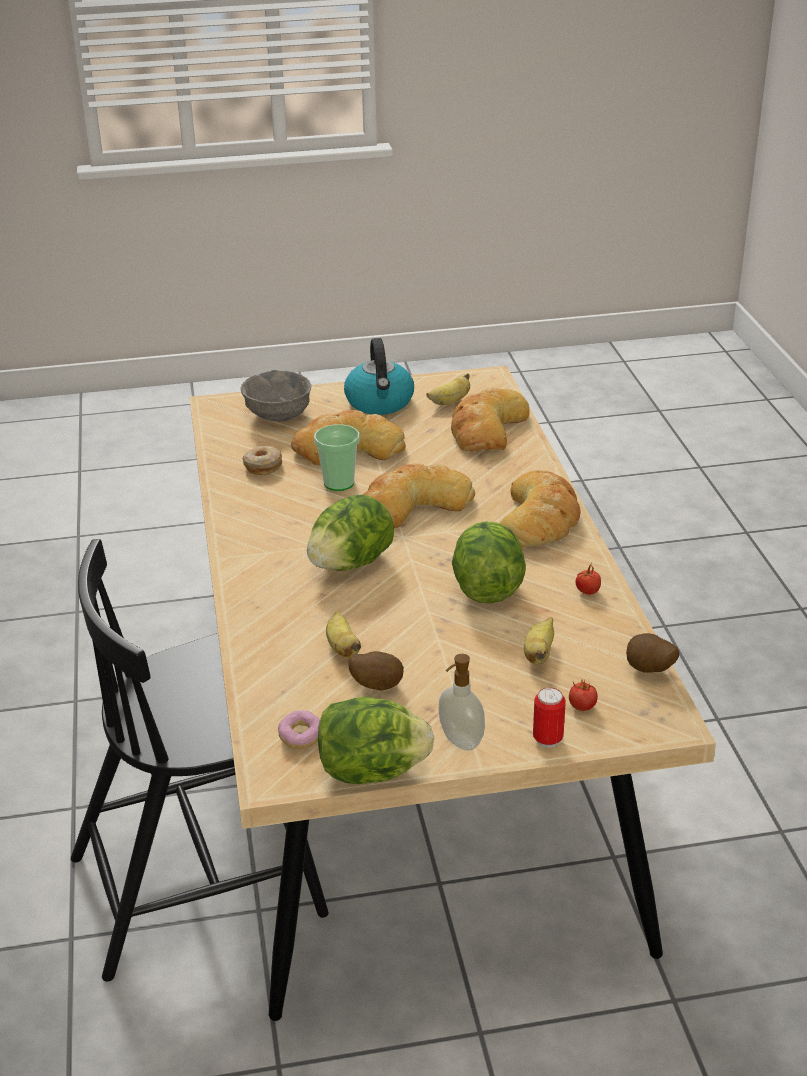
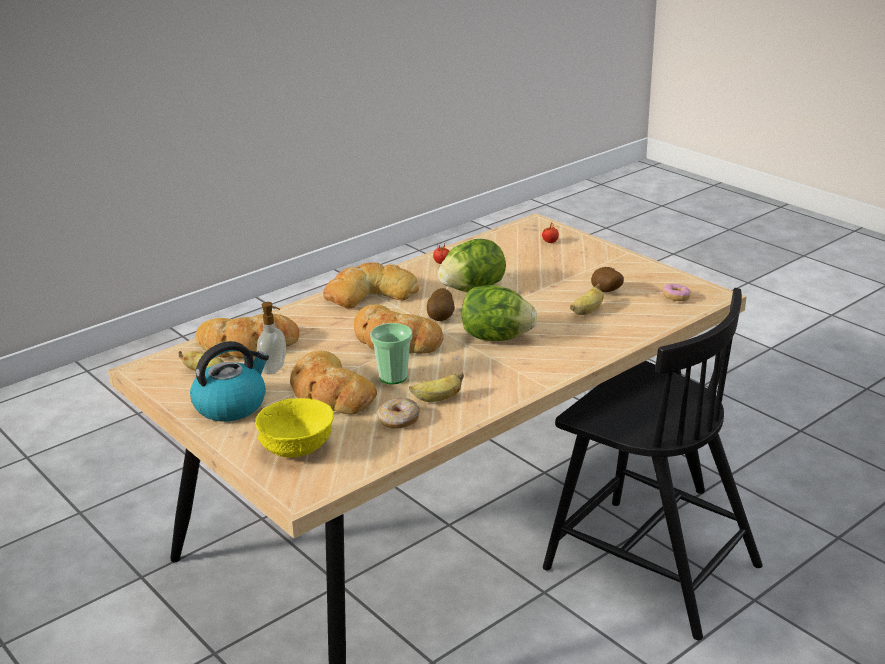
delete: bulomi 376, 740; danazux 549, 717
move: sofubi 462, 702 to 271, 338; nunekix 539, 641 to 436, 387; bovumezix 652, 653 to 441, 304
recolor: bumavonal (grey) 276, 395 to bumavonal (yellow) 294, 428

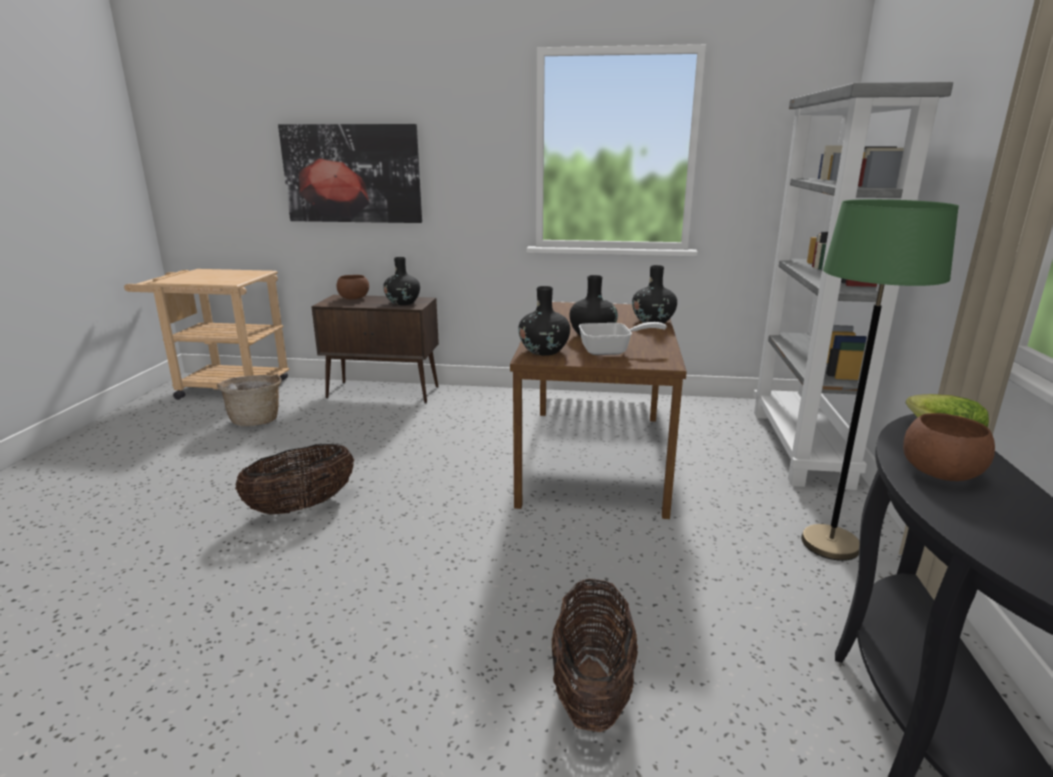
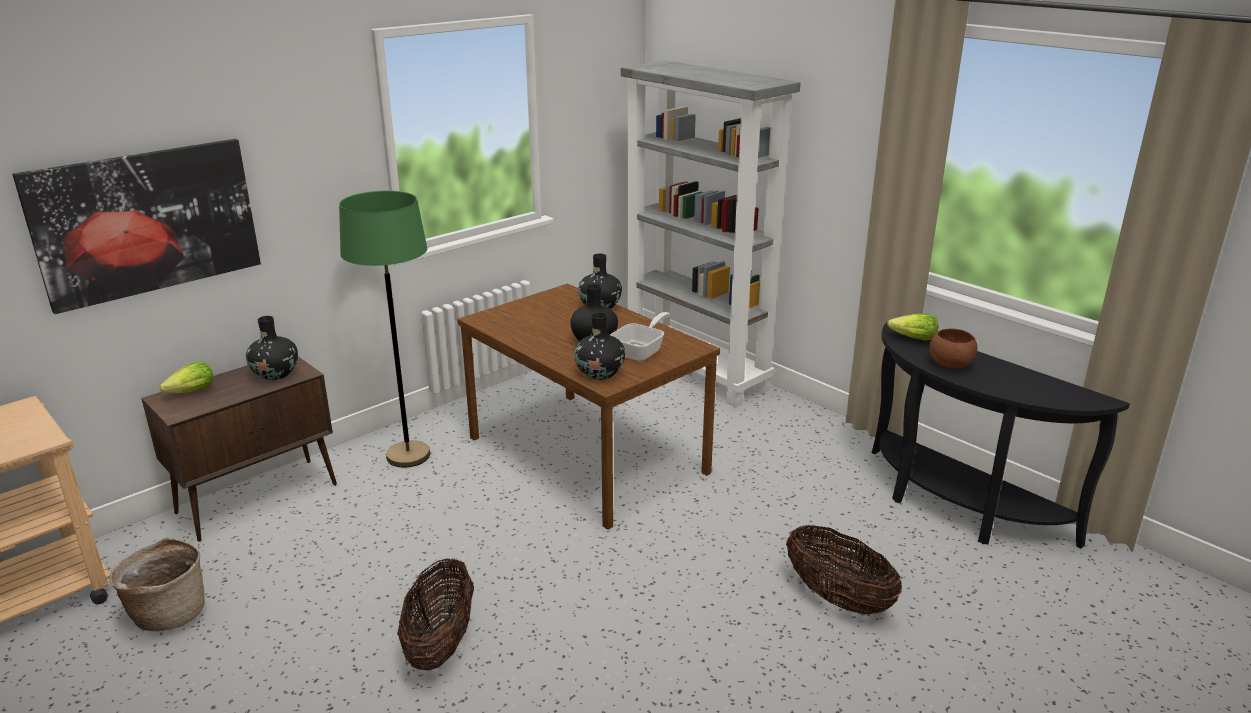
move: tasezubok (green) 880, 380 to 384, 328
replace: bumavonal (brown) 353, 287 to bulomi 186, 377

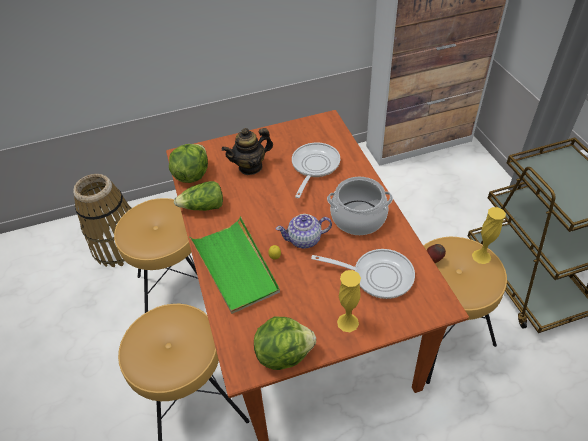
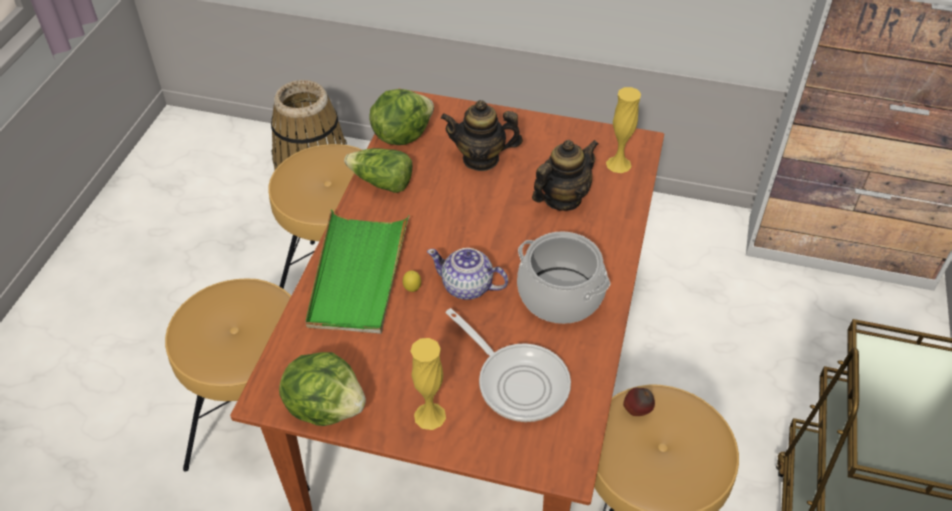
move: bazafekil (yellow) 489, 235 to 623, 130
replace: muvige 316, 170 to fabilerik 565, 175

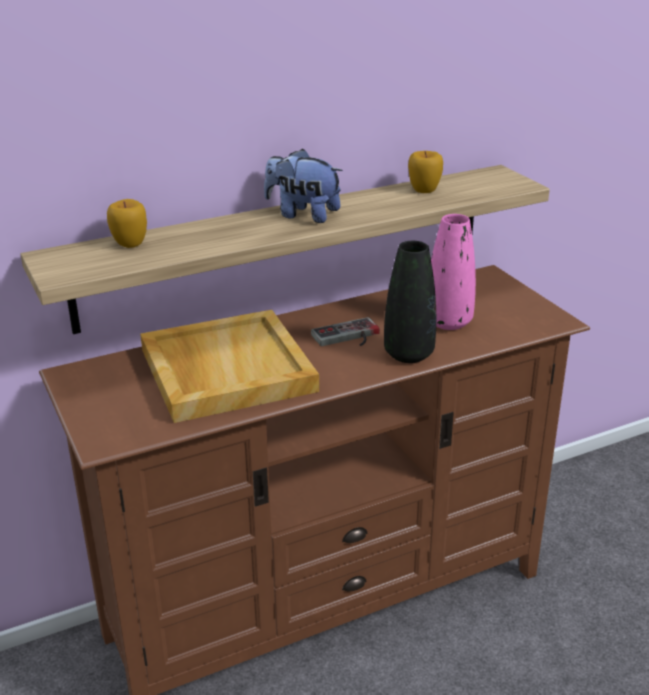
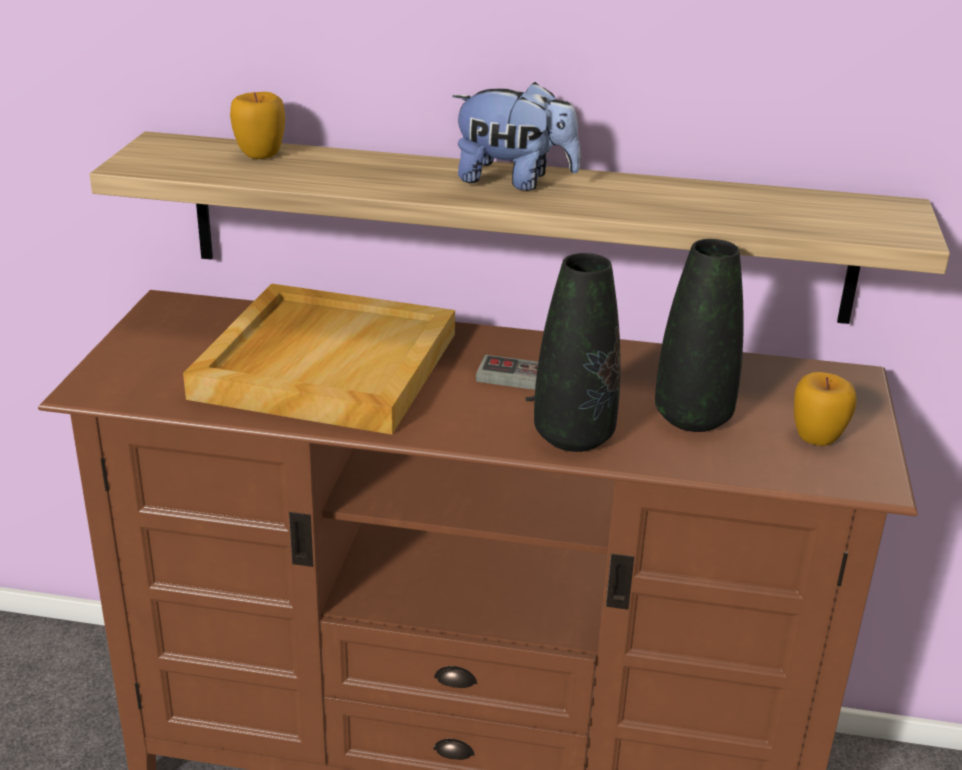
move: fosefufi 425, 172 to 825, 409
recolor: bazafekil (pink) 453, 272 to bazafekil (black) 699, 335
rotate: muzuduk 303, 186 = 516, 136 135 degrees clockwise

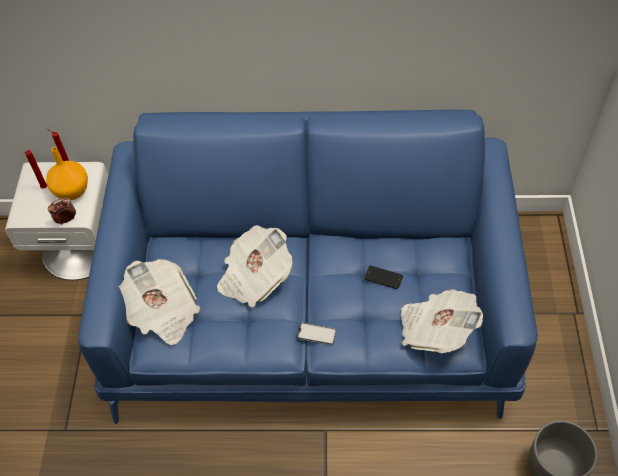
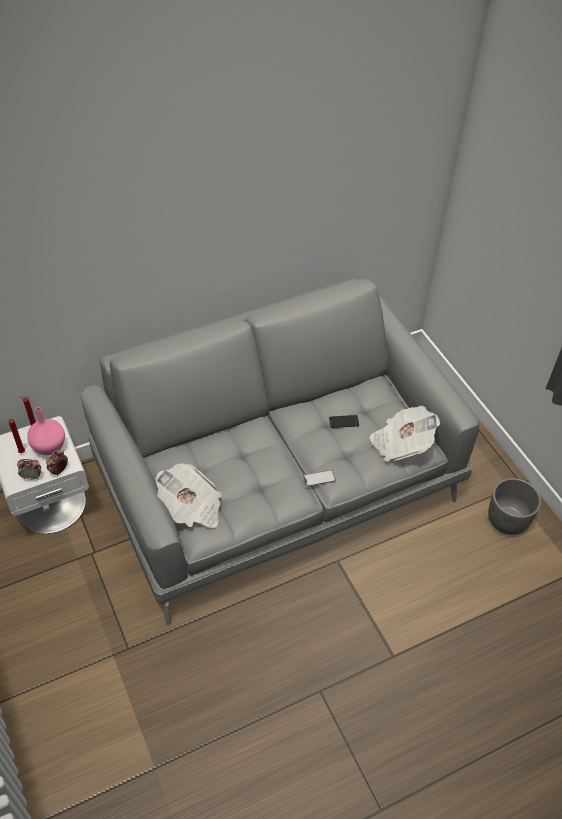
delete: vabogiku 254, 266
insert: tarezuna 29, 469
recolor: bazafekil (orange) 67, 173 to bazafekil (pink) 46, 431; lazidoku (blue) 308, 267 to lazidoku (grey) 279, 452

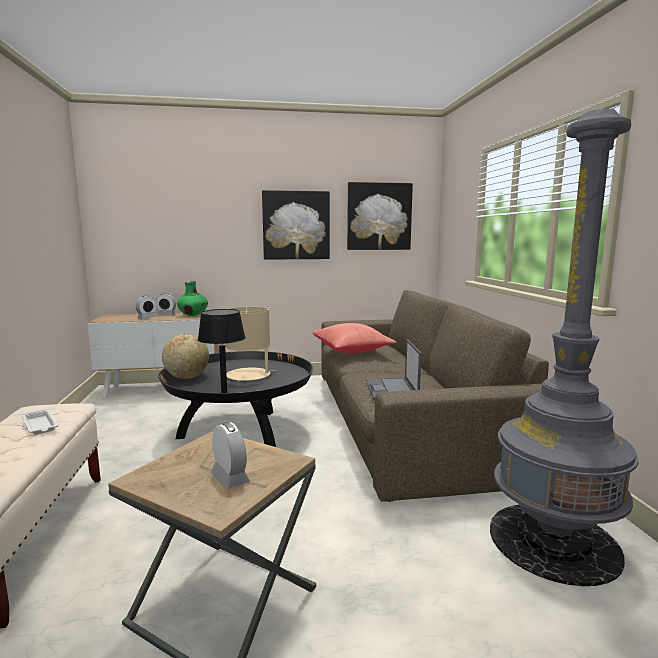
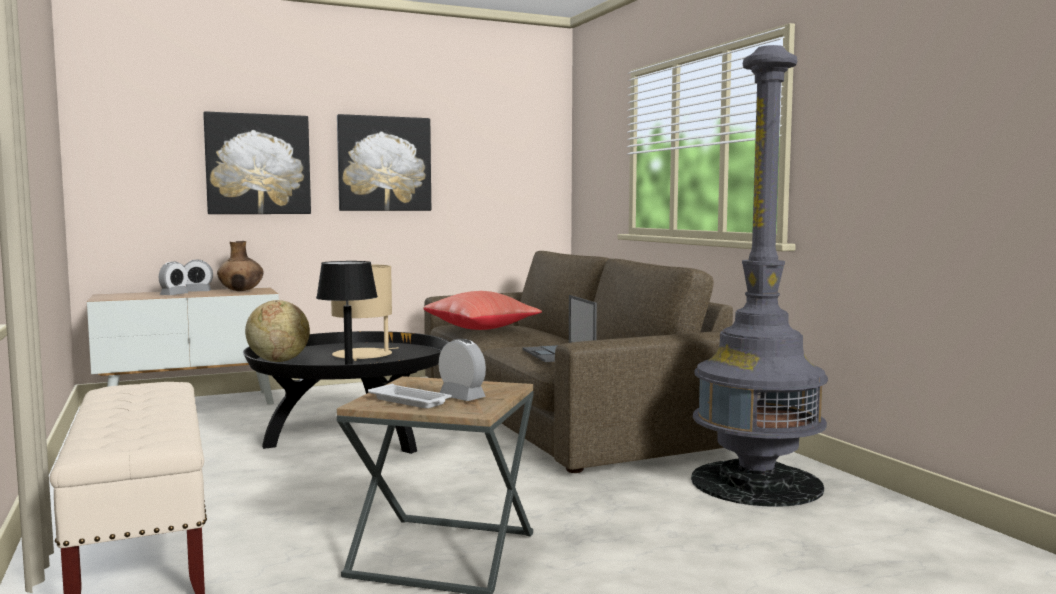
move: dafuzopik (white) 40, 422 to 410, 396; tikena 380, 216 to 257, 162
recolor: bazafekil (green) 192, 298 to bazafekil (brown) 240, 266

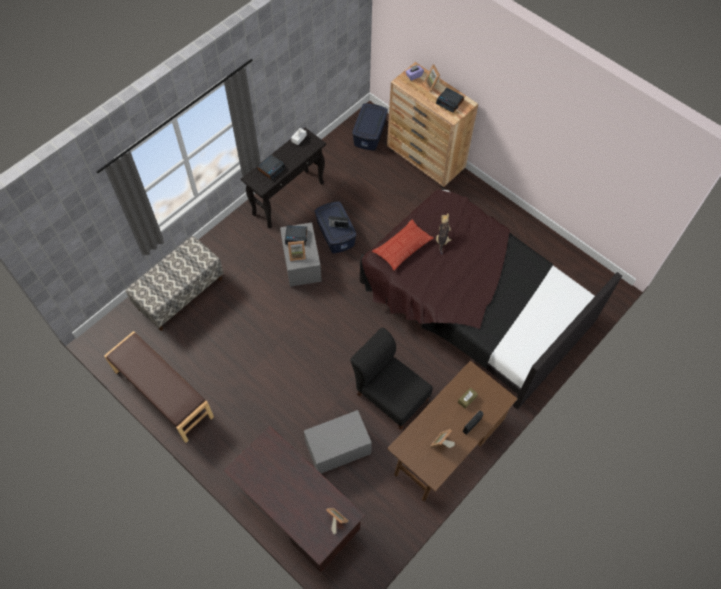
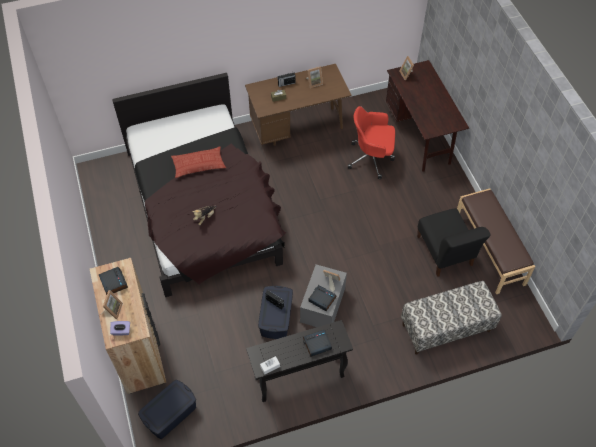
move: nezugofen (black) 391, 378 to 454, 242; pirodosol 403, 244 to 198, 162
replace: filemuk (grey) 338, 442 to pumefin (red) 371, 142

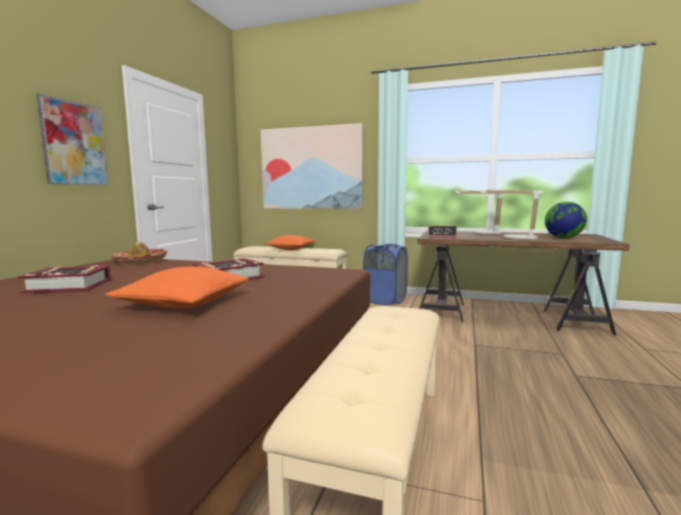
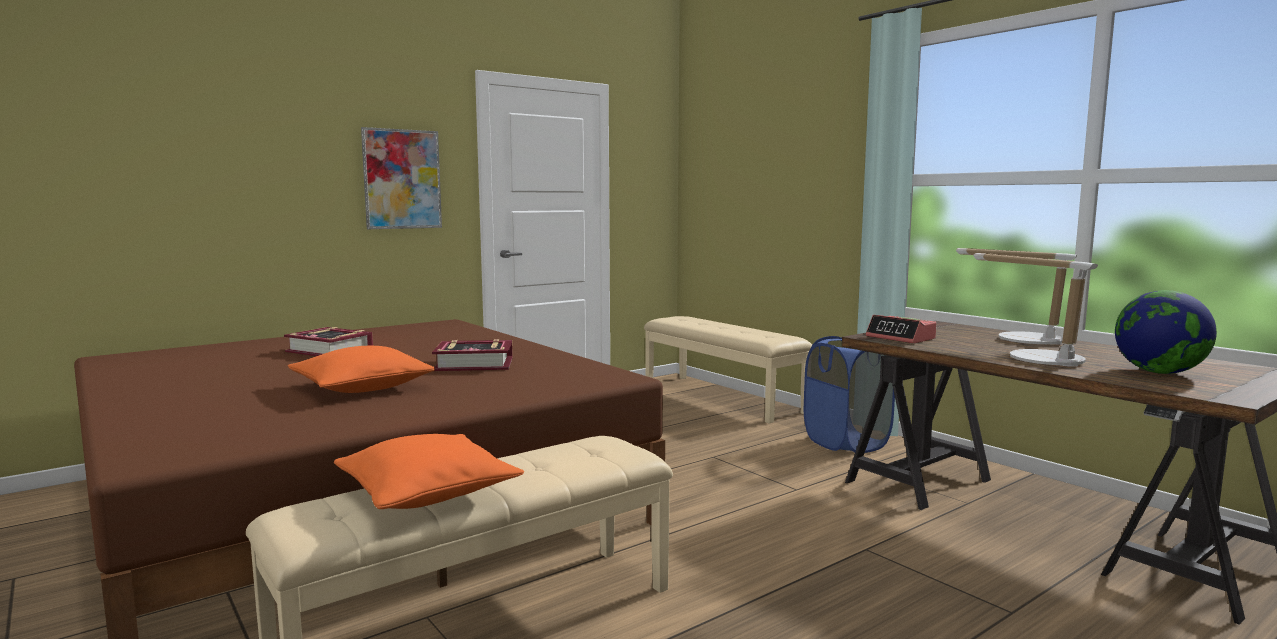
delete: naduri 139, 253; tikena 312, 166
move: pirodosol (orange) 291, 242 to 429, 471

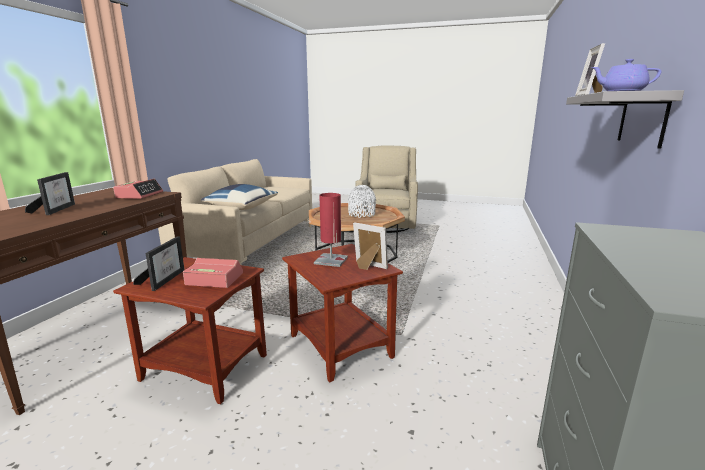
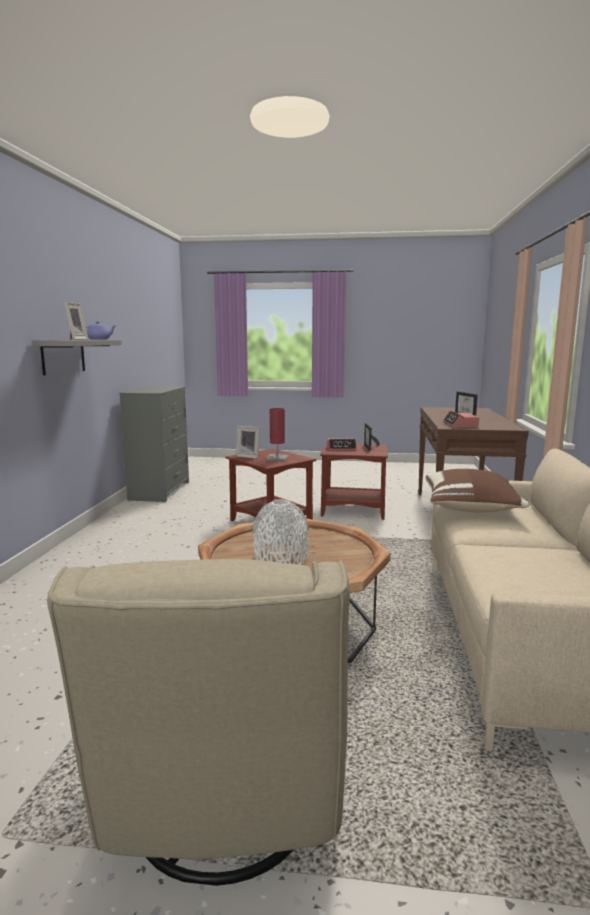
recolor: pirodosol (blue) 239, 197 to pirodosol (brown) 477, 490

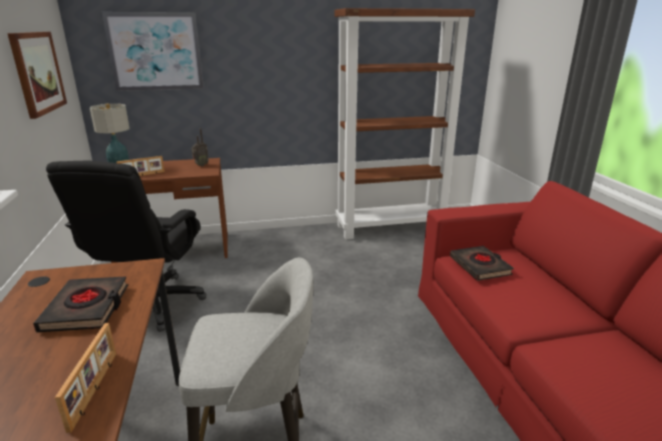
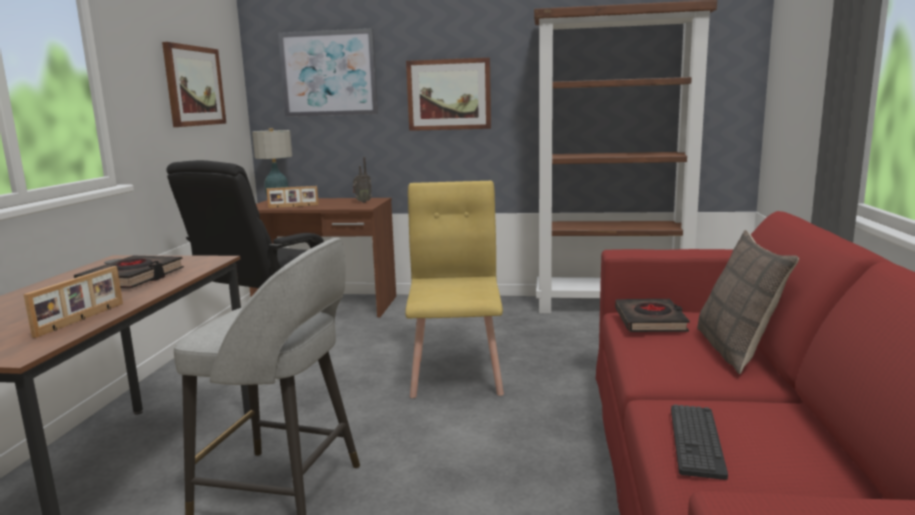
insert: nezugofen (yellow) 454, 289; tikena 448, 94; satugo 699, 442; pirodosol 748, 302

